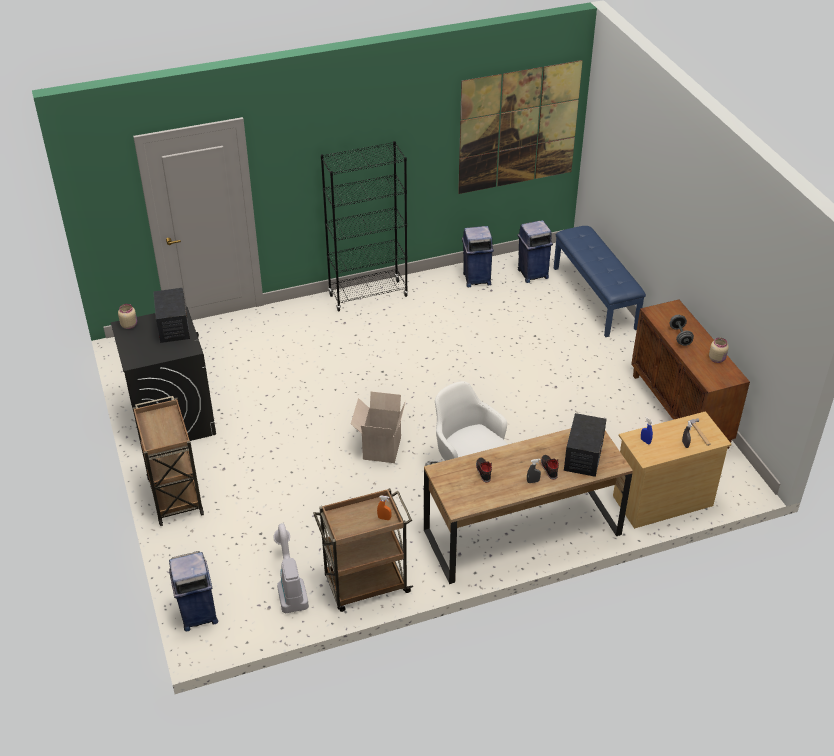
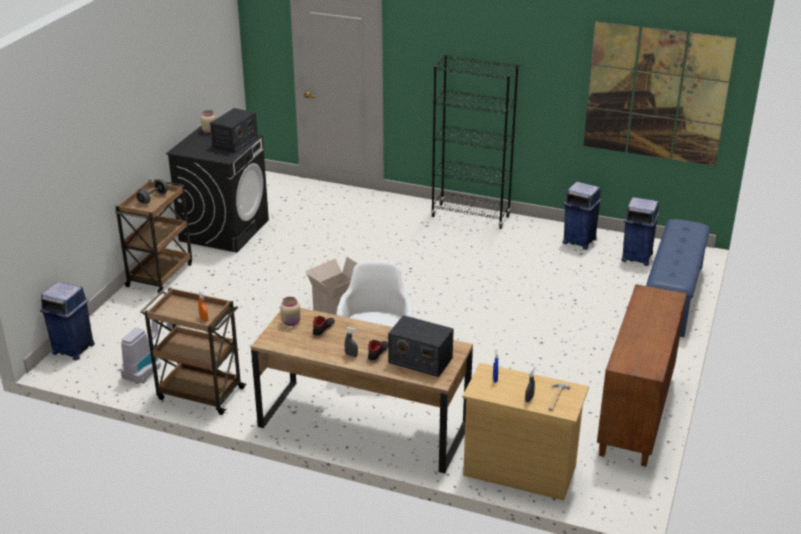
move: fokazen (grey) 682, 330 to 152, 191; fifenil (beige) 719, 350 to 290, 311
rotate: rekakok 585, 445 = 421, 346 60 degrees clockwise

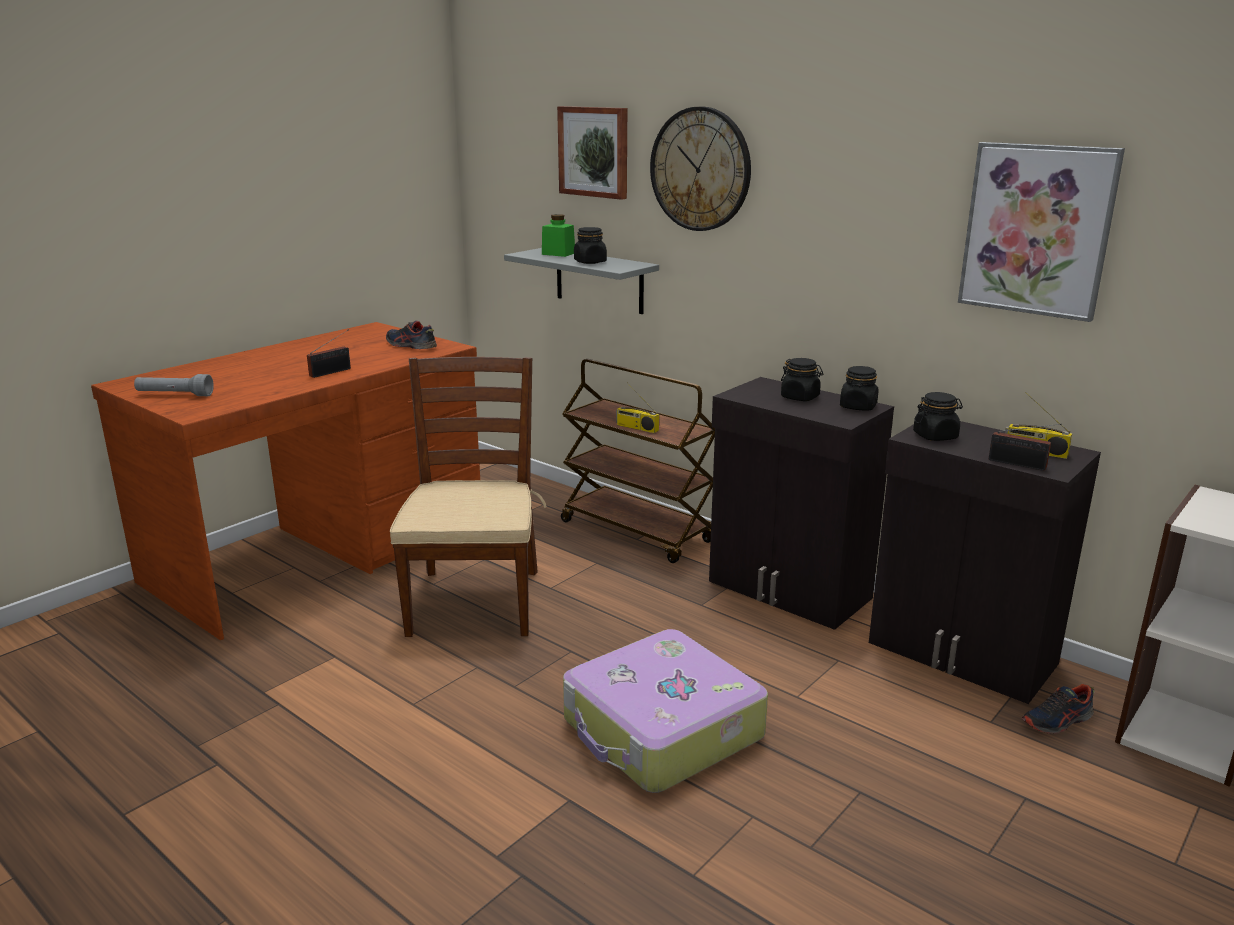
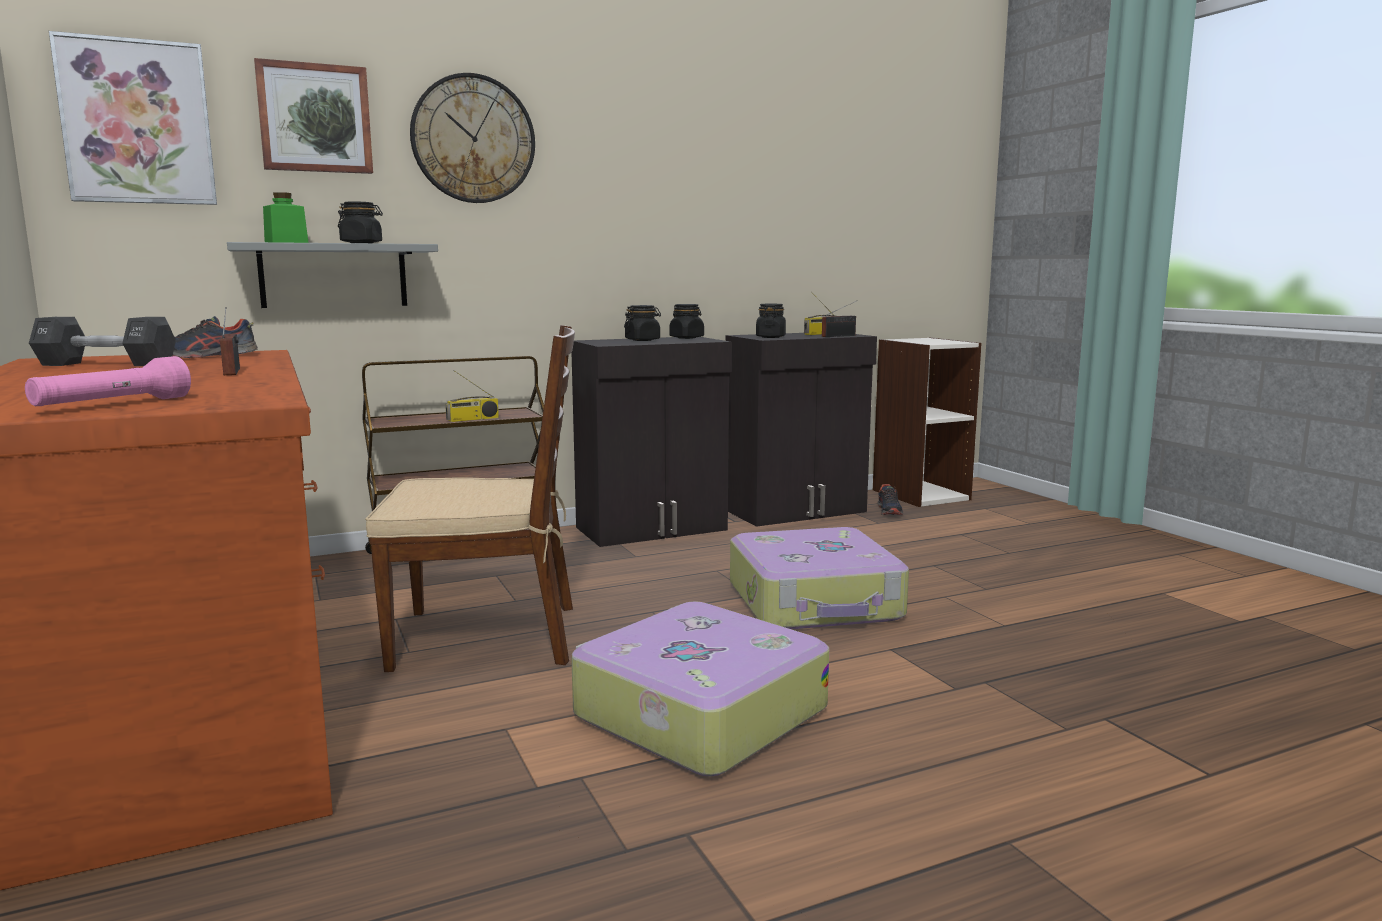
insert: fokazen (black) 102, 341; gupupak 700, 689
move: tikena 1041, 232 to 133, 118
recolor: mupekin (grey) 174, 385 to mupekin (pink) 108, 381
rotate: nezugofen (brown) 468, 497 = 470, 498 150 degrees clockwise

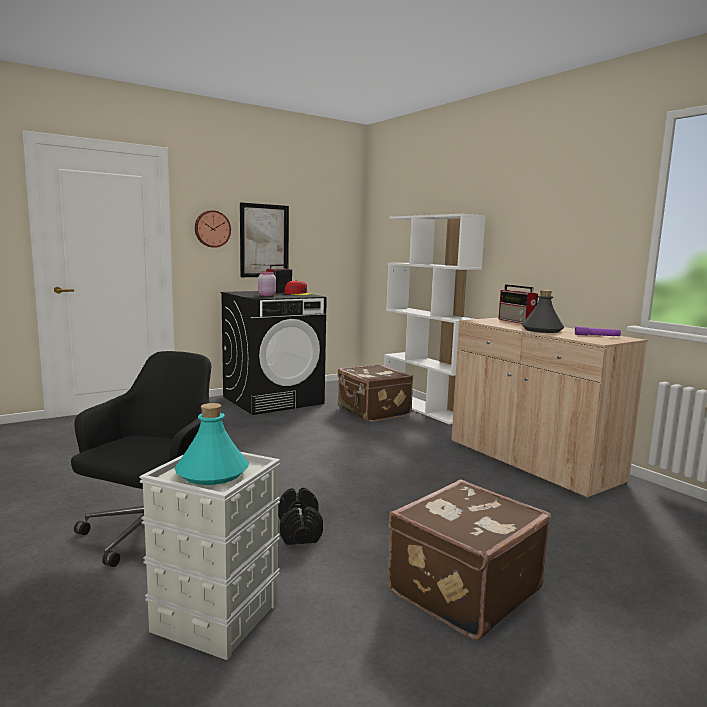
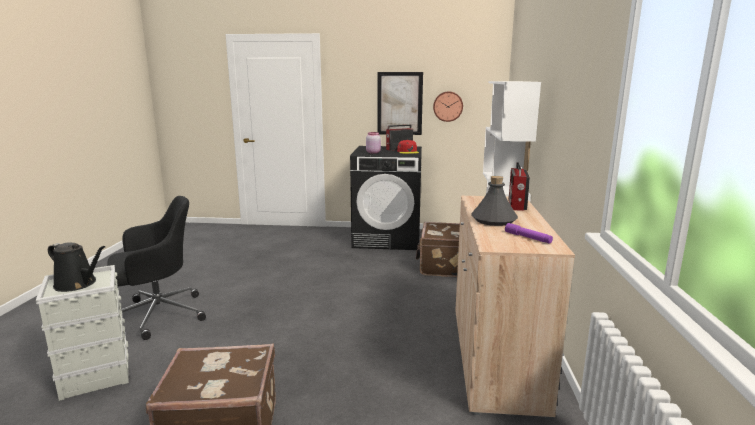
delete: fokazen (black) 300, 516
move: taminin 213, 229 to 448, 106
replace: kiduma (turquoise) 212, 444 to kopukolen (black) 76, 267

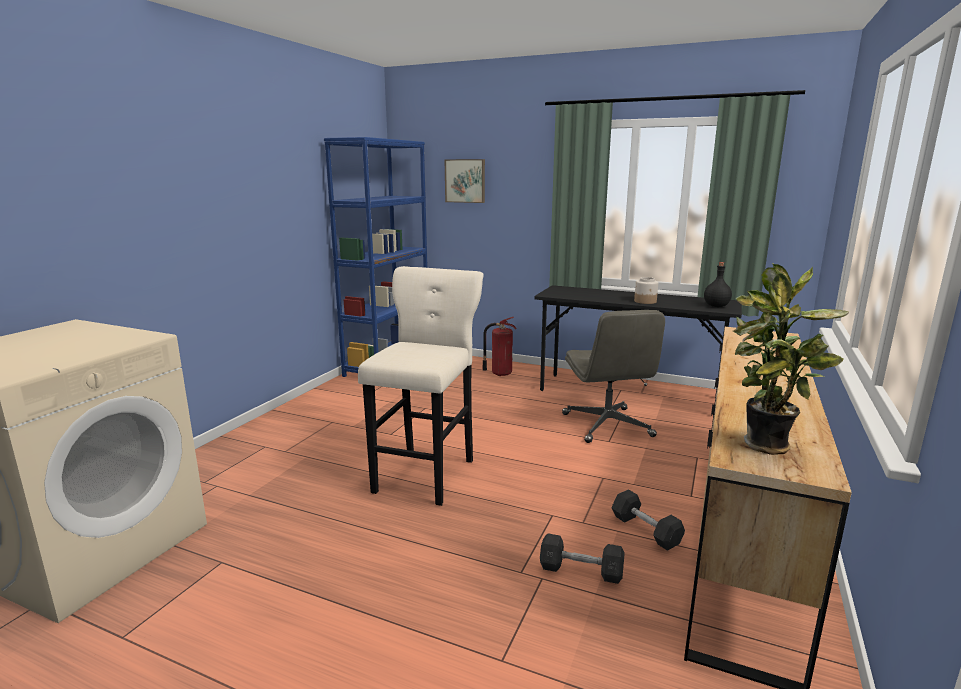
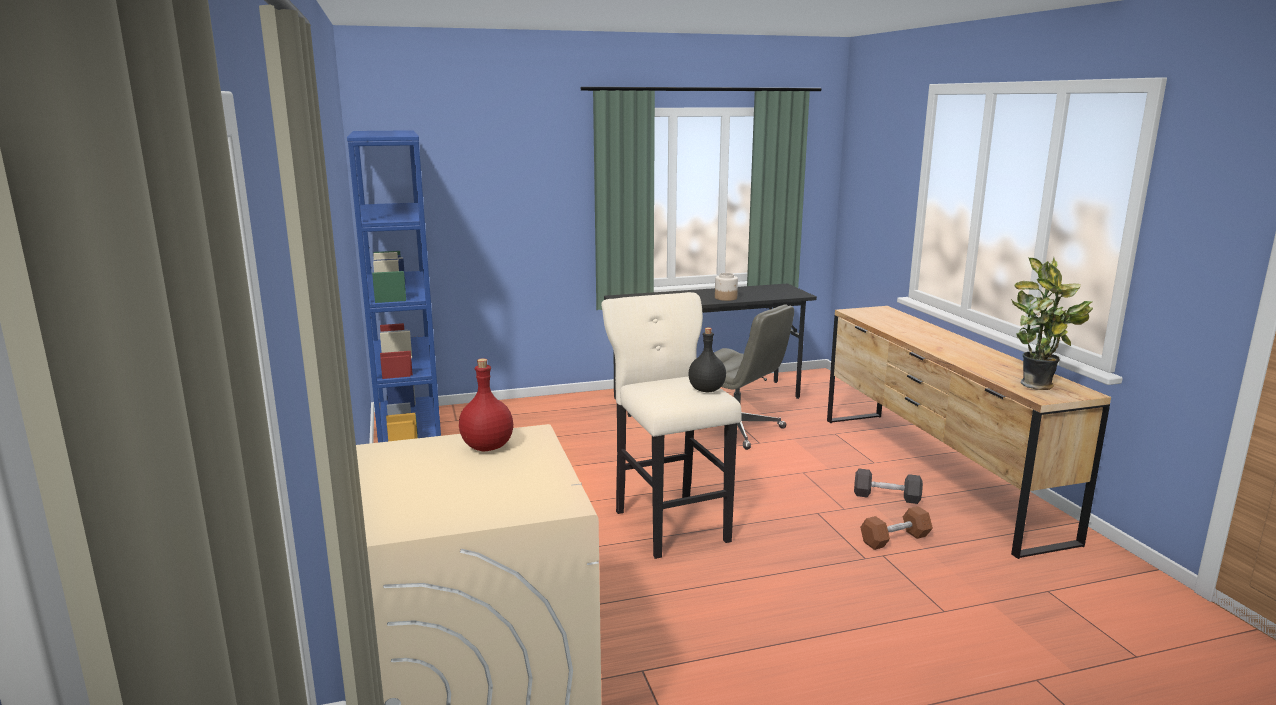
delete: tikena 465, 181; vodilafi 499, 346
insert: kiduma (red) 486, 404
move: kiduma (black) 718, 284 to 707, 360
recolor: fokazen (grey) 582, 558 to fokazen (brown) 896, 528

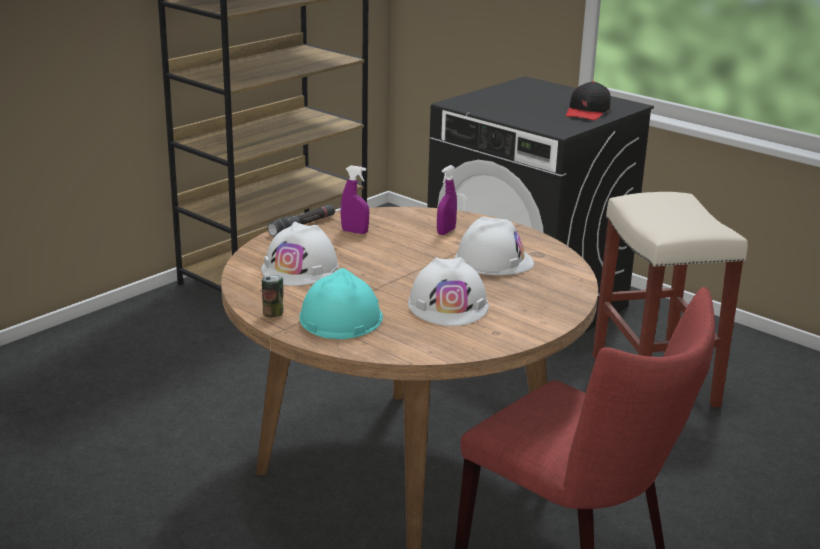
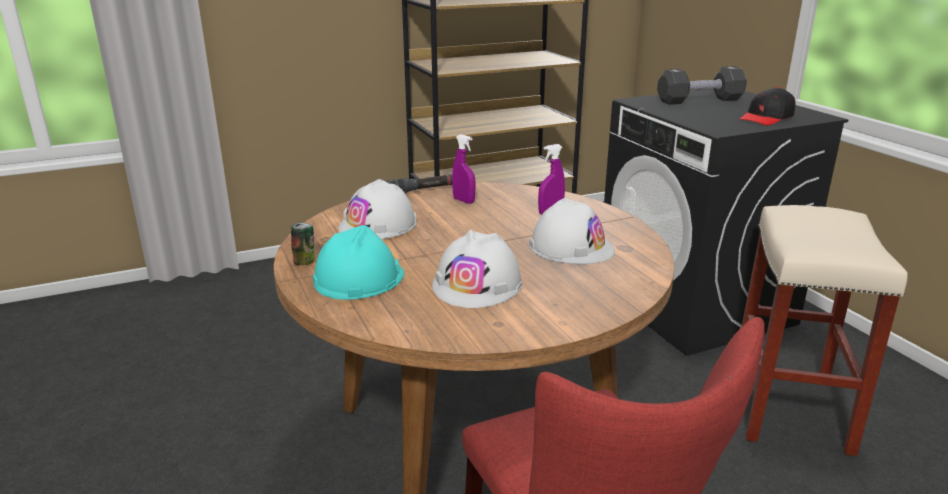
insert: fokazen (black) 702, 85

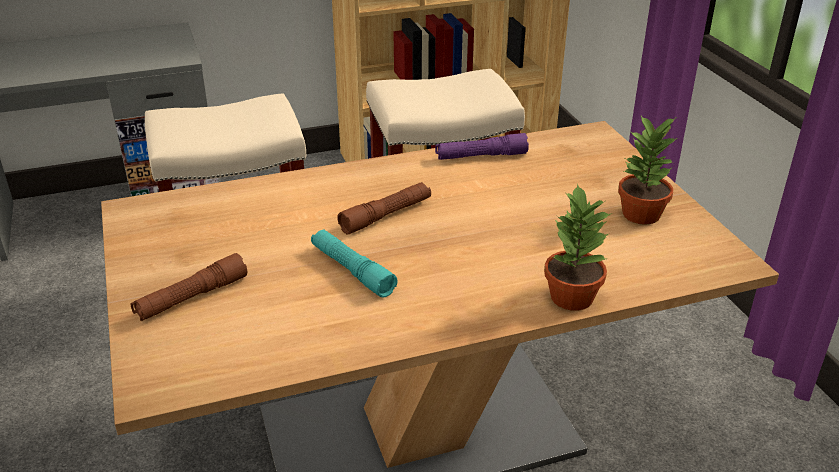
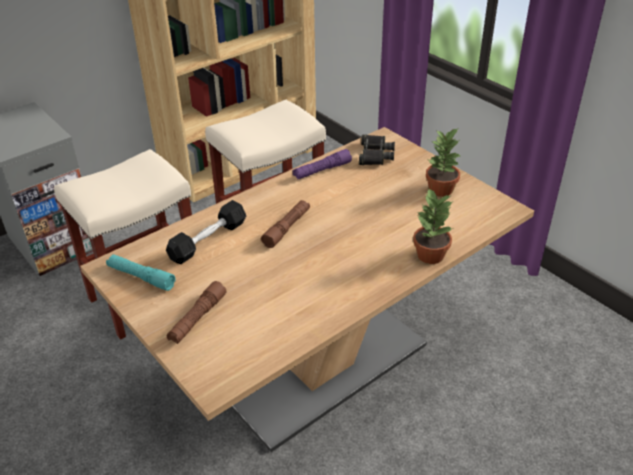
insert: fokazen (black) 206, 232; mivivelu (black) 377, 150
move: mupekin (turquoise) 354, 264 to 140, 272

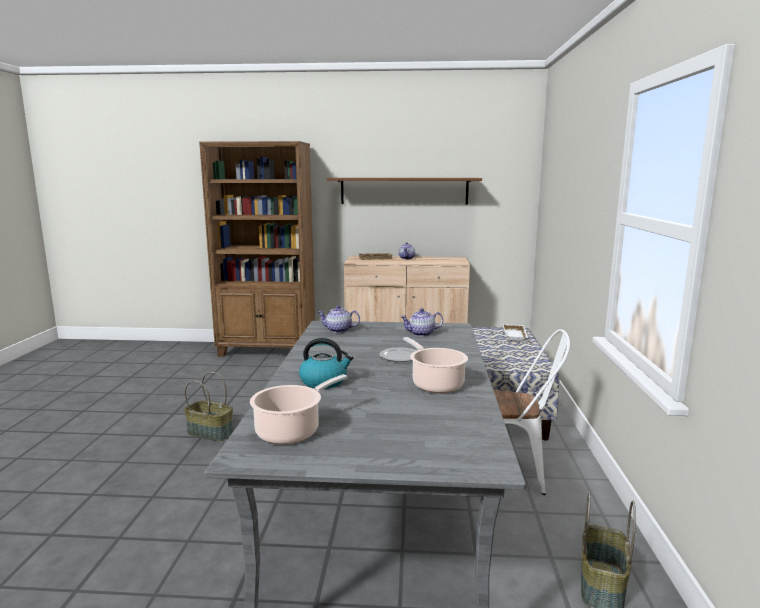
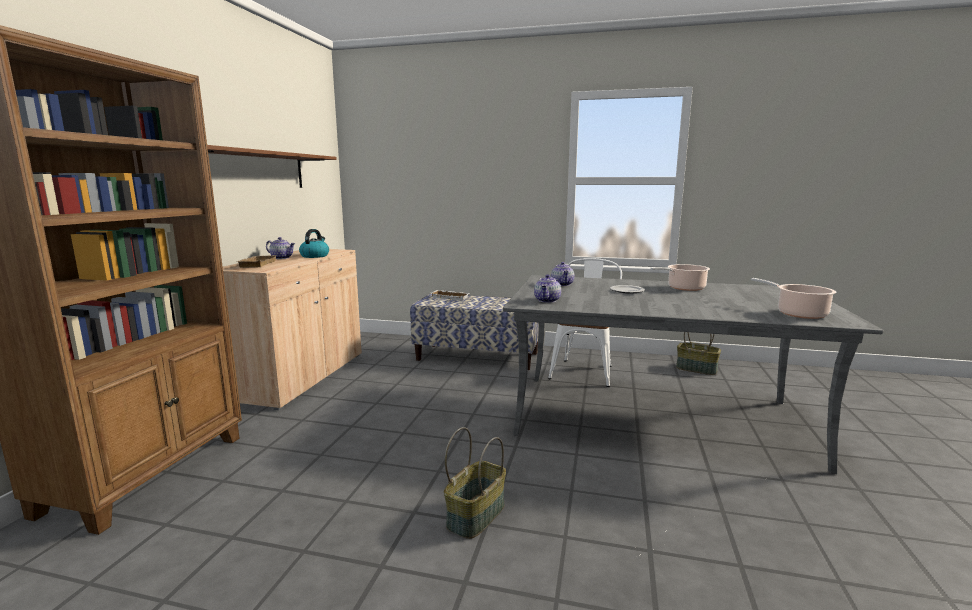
move: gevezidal 326, 363 to 314, 243

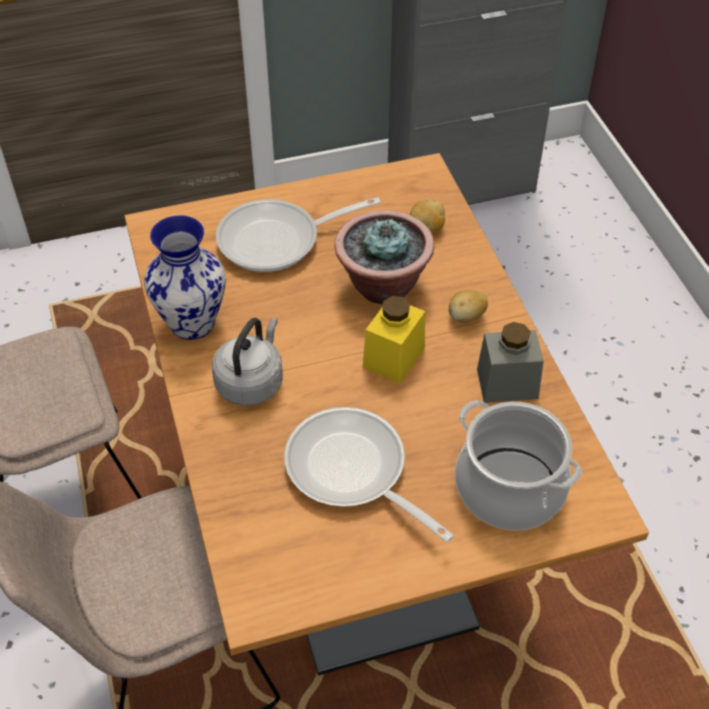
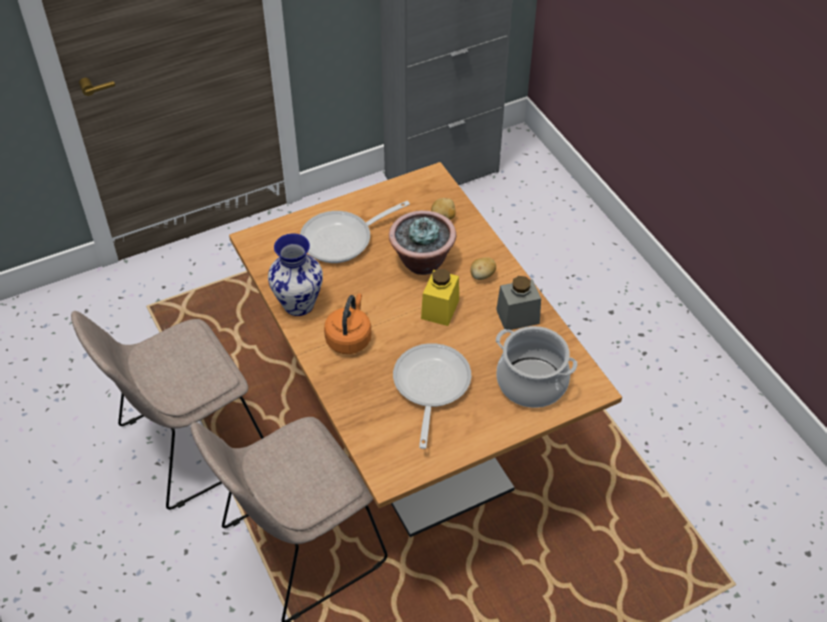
recolor: gevezidal (grey) 247, 362 to gevezidal (orange) 347, 323
rotate: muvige 369, 474 = 432, 396 60 degrees clockwise

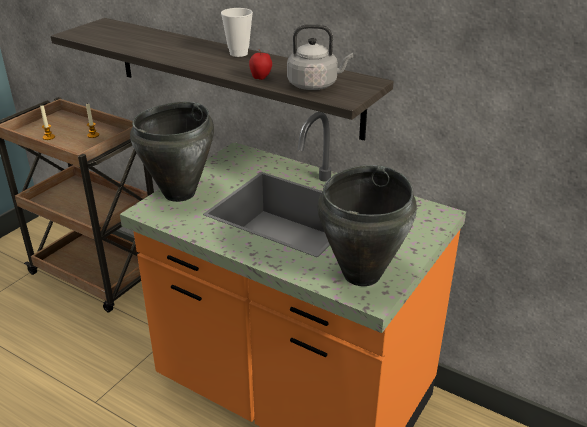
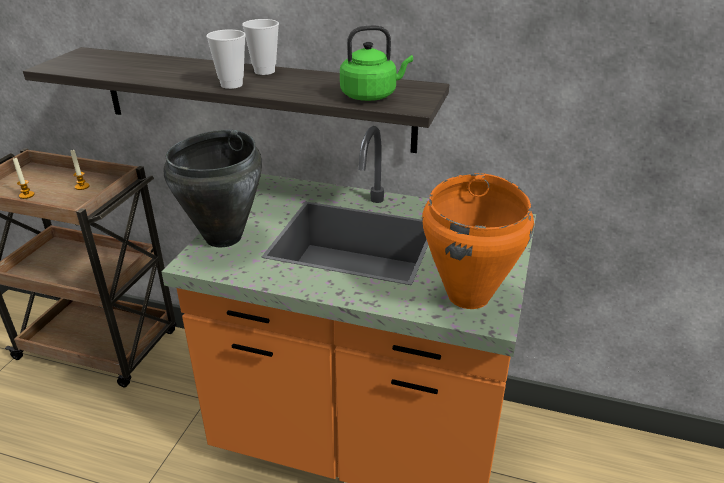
delete: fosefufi 260, 64
insert: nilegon 226, 59
recolor: gevezidal (grey) 320, 57 to gevezidal (green) 376, 63; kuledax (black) 367, 225 to kuledax (orange) 478, 241

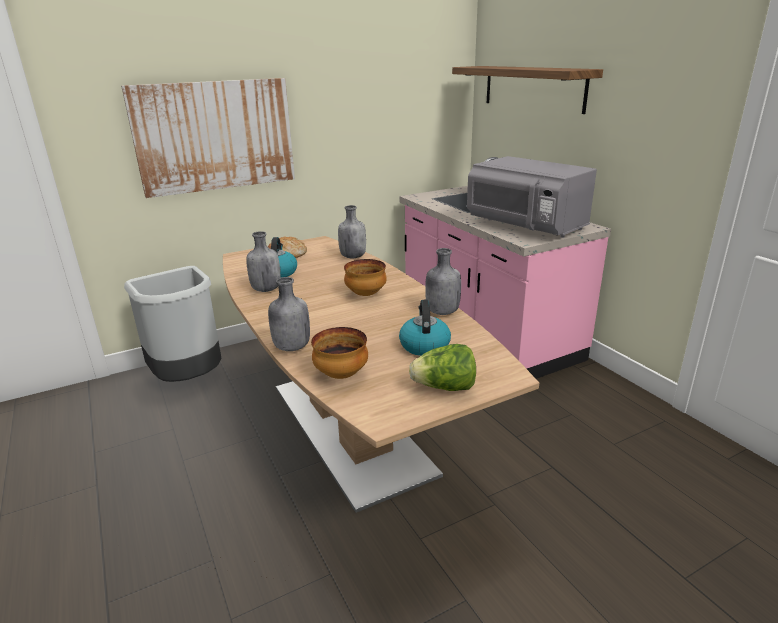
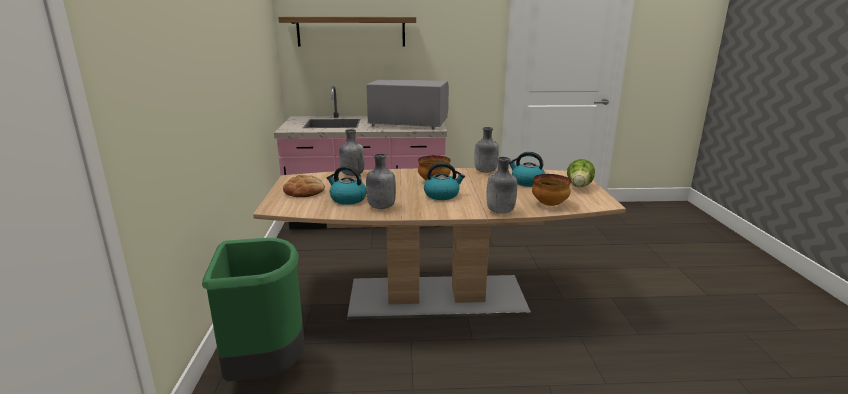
delete: tikena 208, 138
insert: gevezidal 444, 181
recolor: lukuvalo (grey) 172, 324 to lukuvalo (green) 253, 310
rotate: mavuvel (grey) 532, 197 = 407, 104 150 degrees counterclockwise

